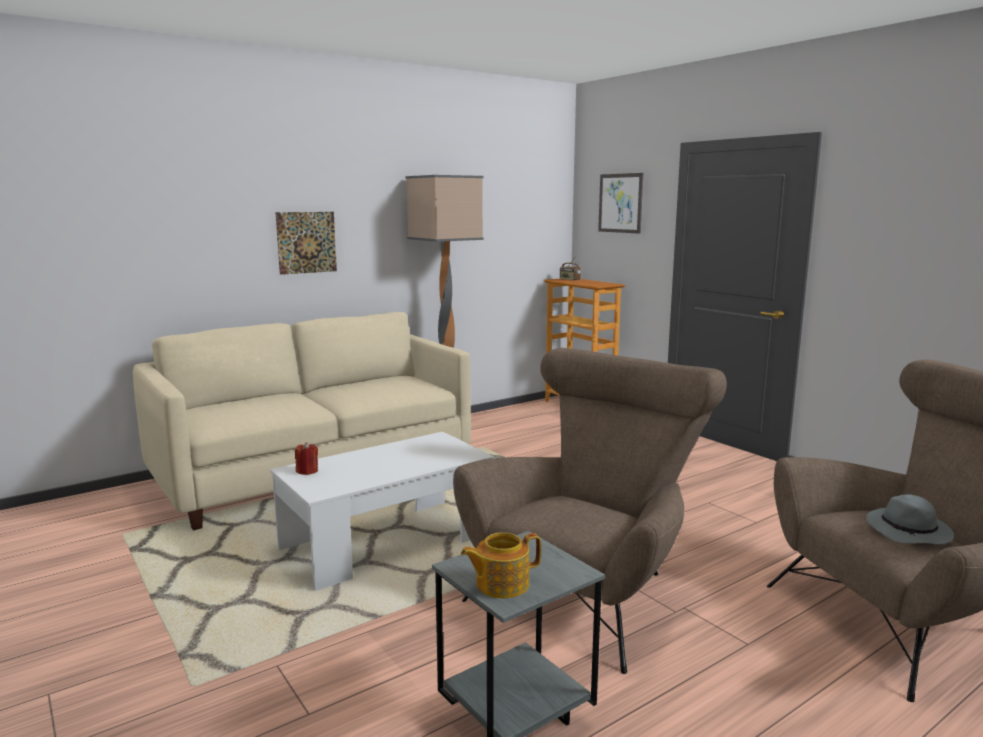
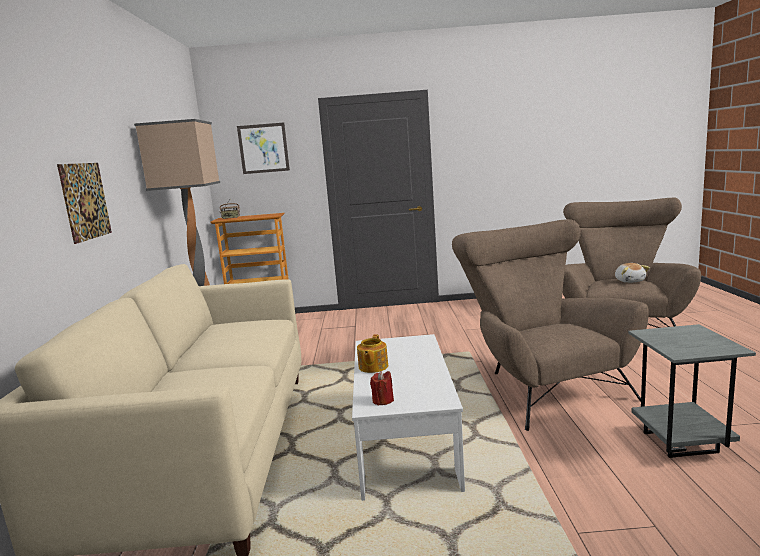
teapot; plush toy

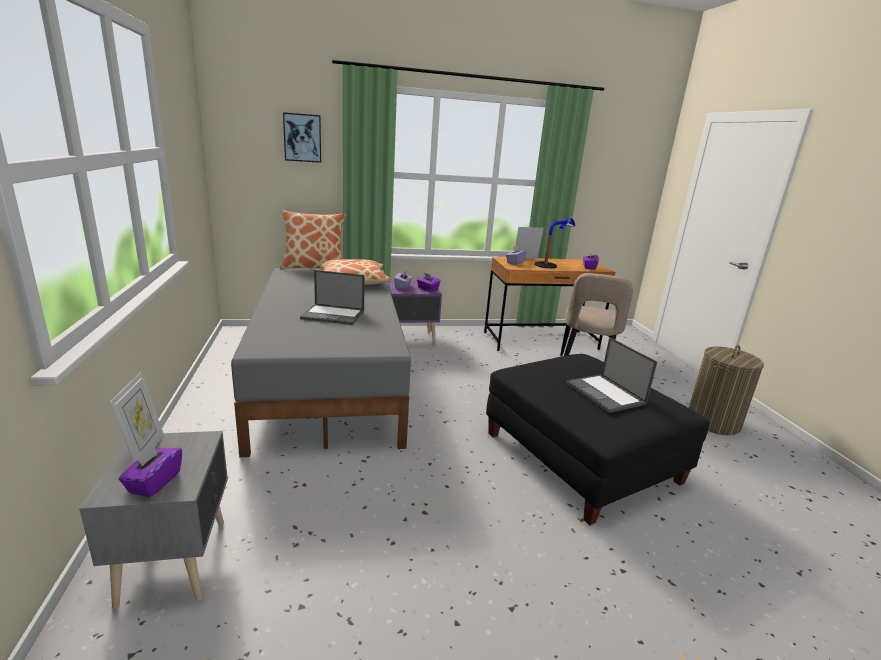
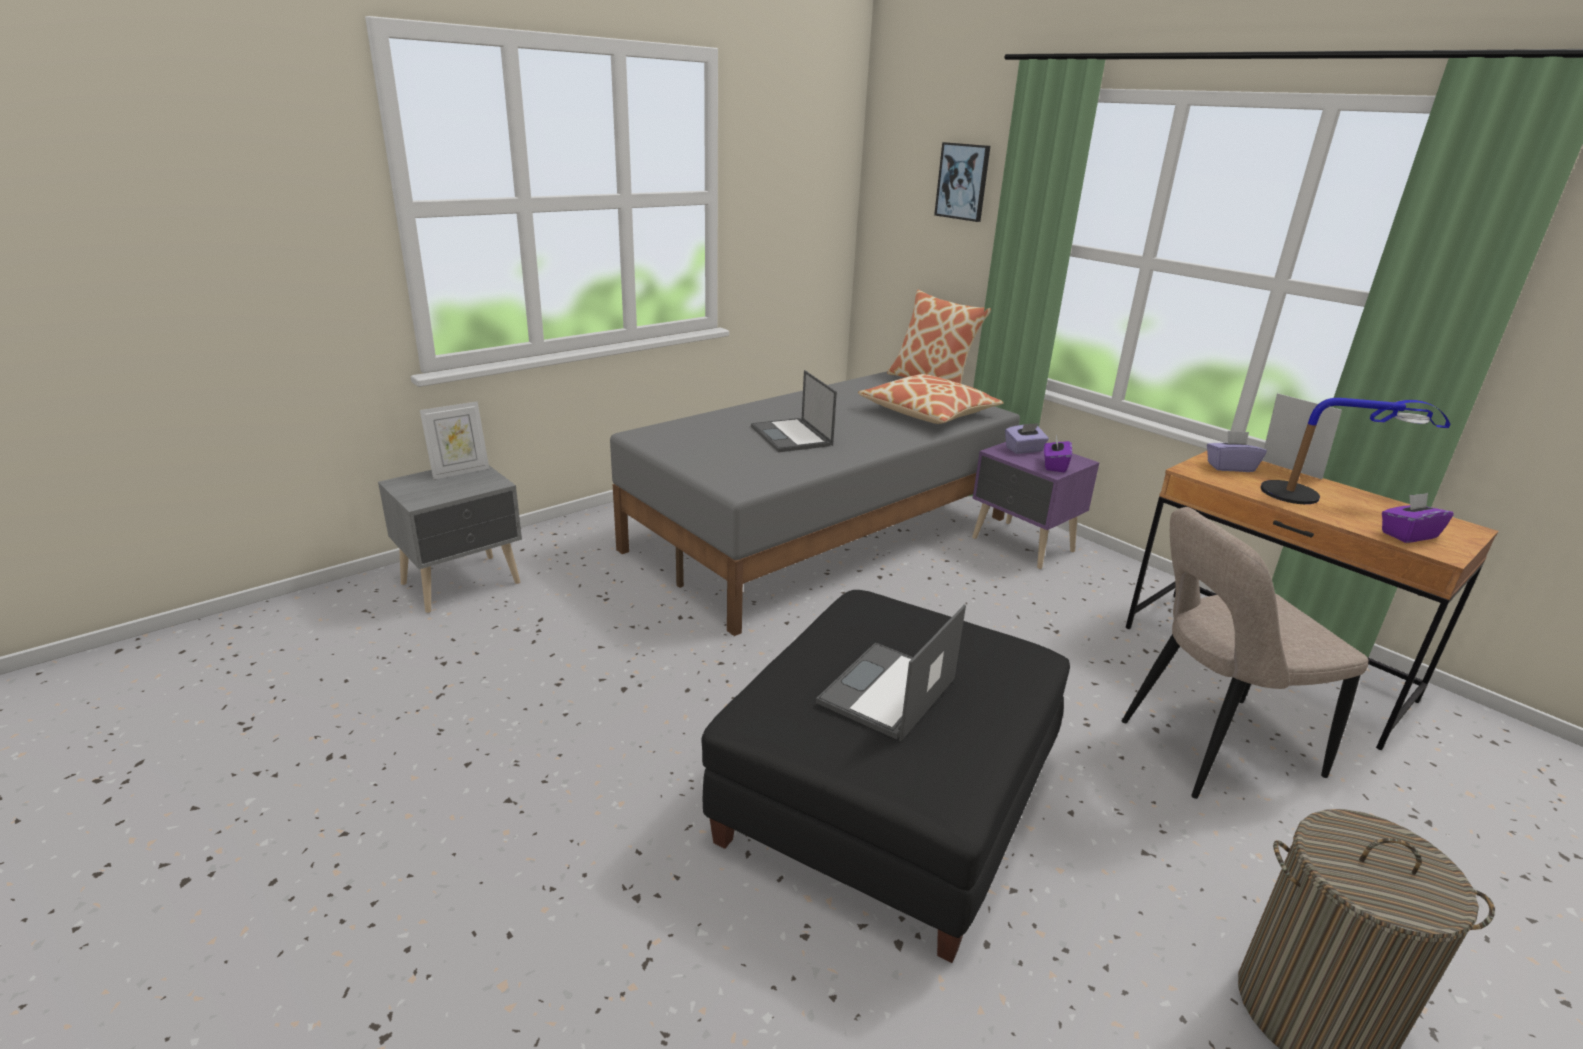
tissue box (purple) (no. 1 from left in the first image)

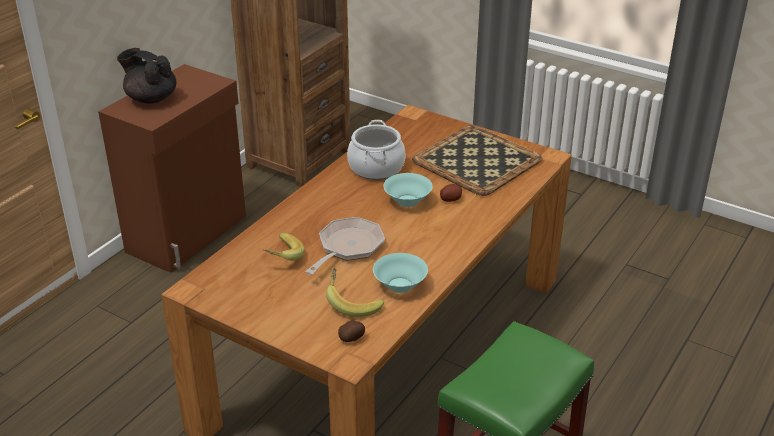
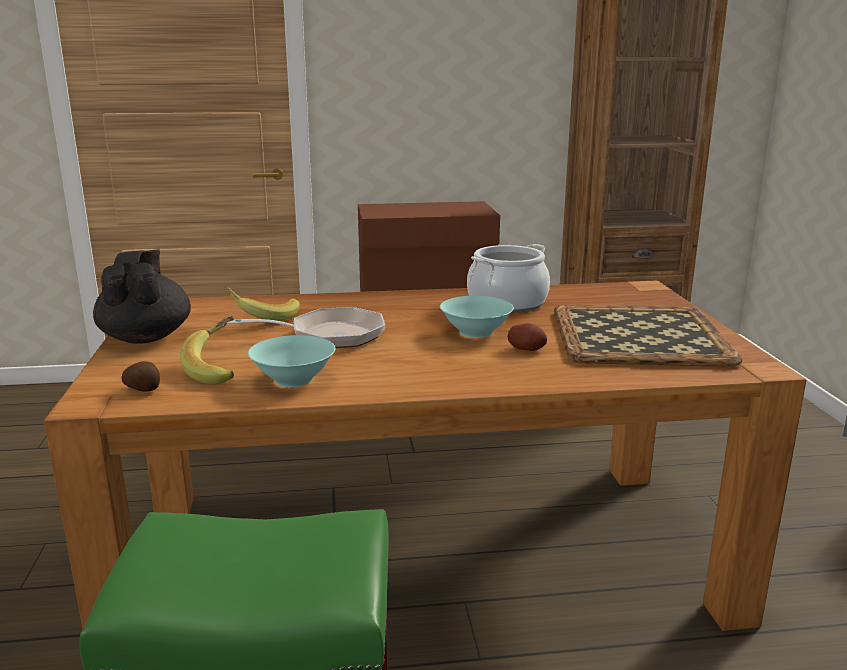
teapot (black)

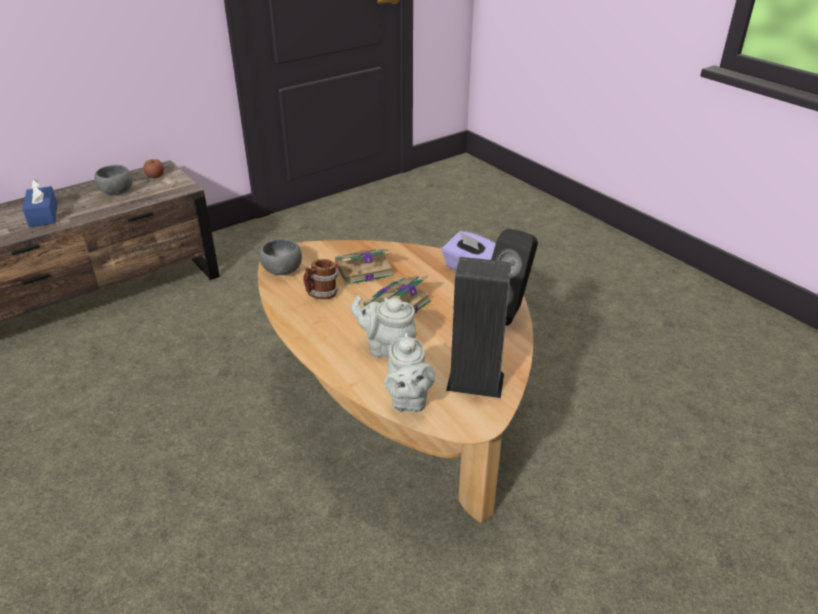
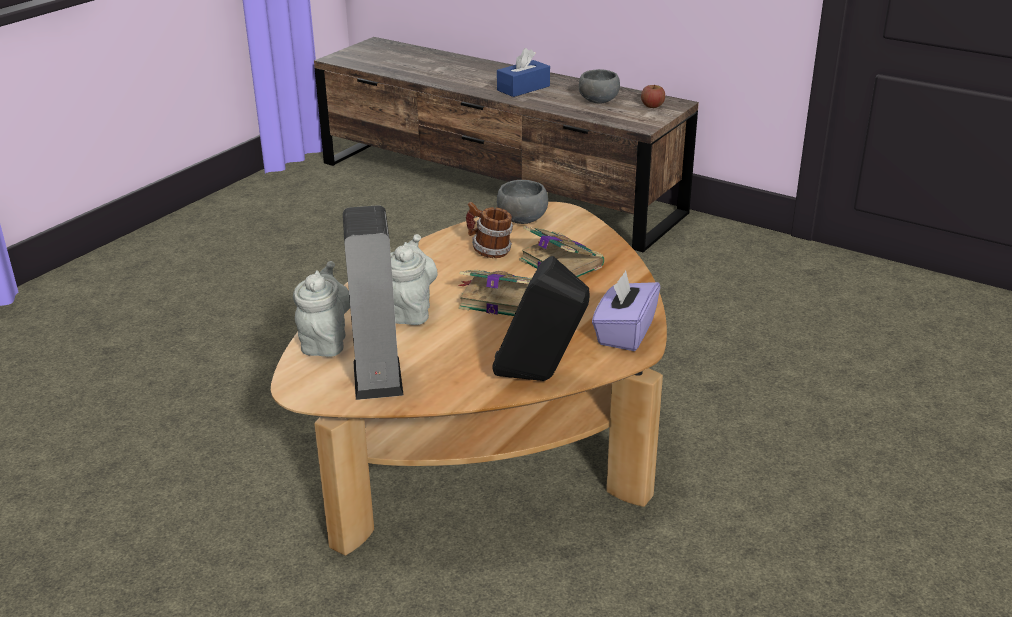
teapot (grey) (no. 1 from left)

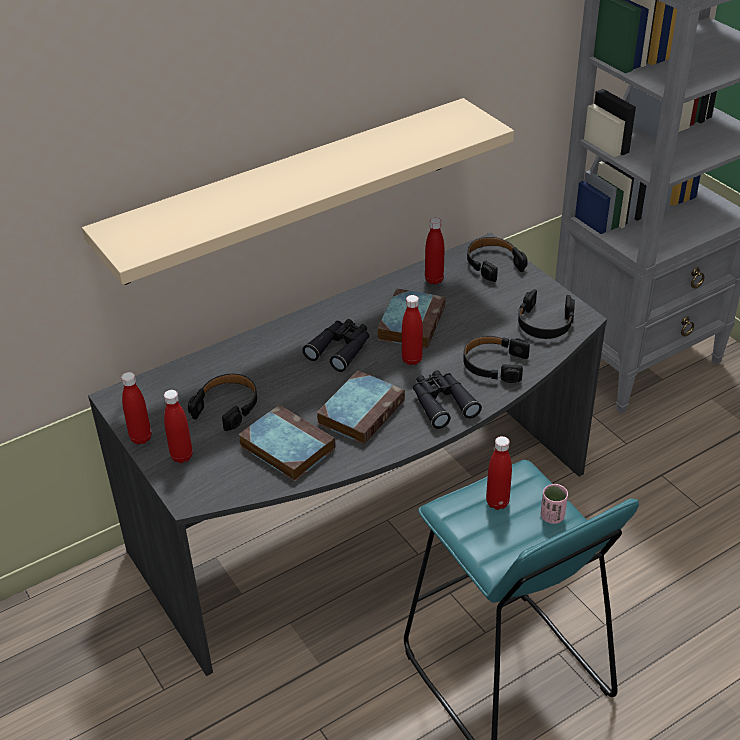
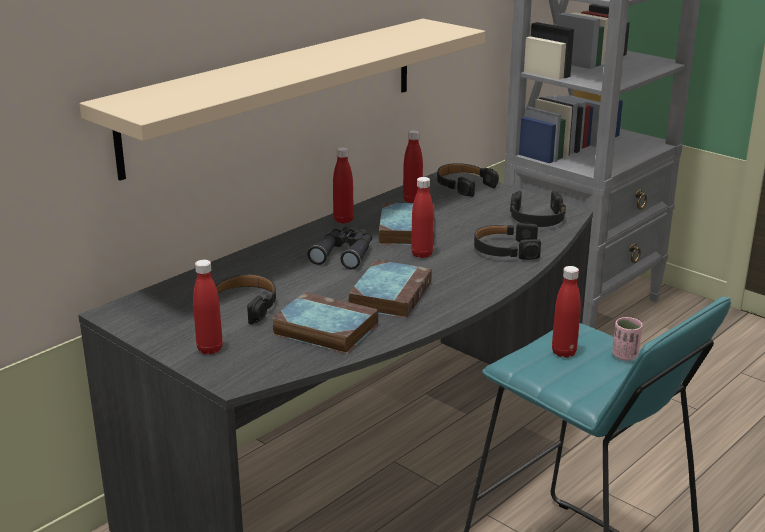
bottle (red) (no. 2 from left); binoculars (black) (no. 2 from left in the first image)

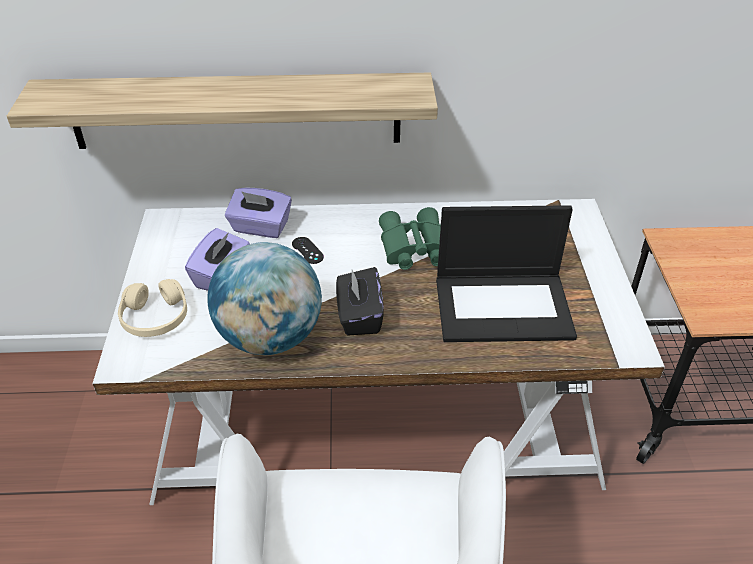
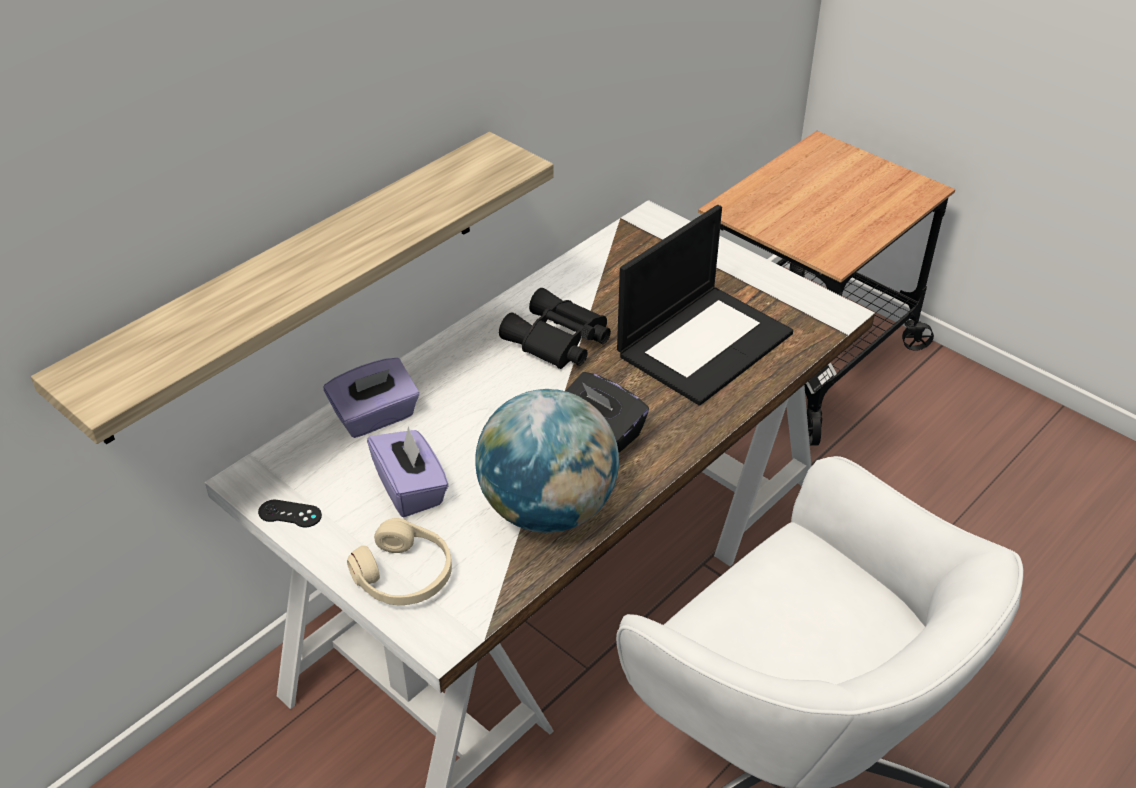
game controller (black); binoculars (black)

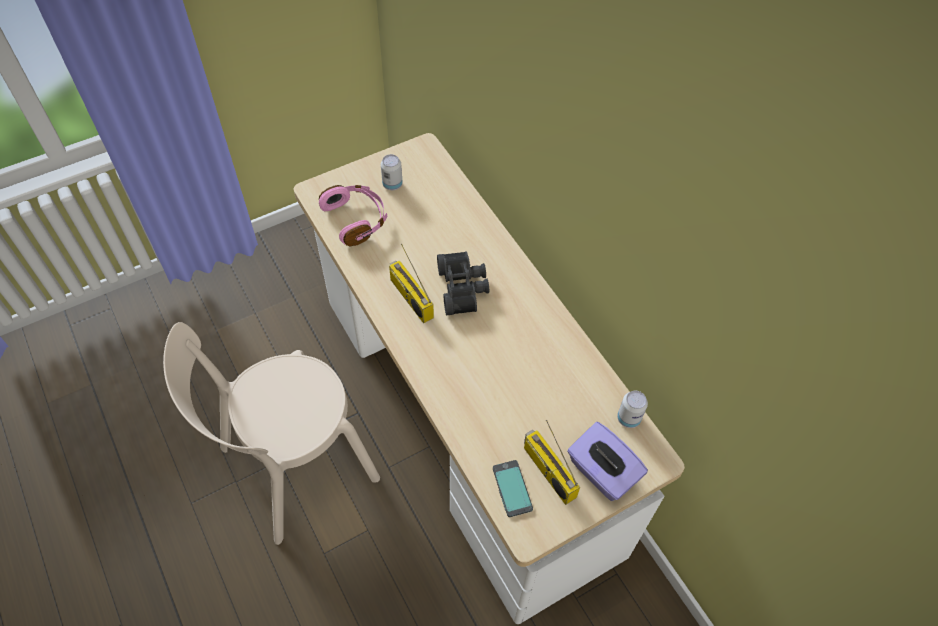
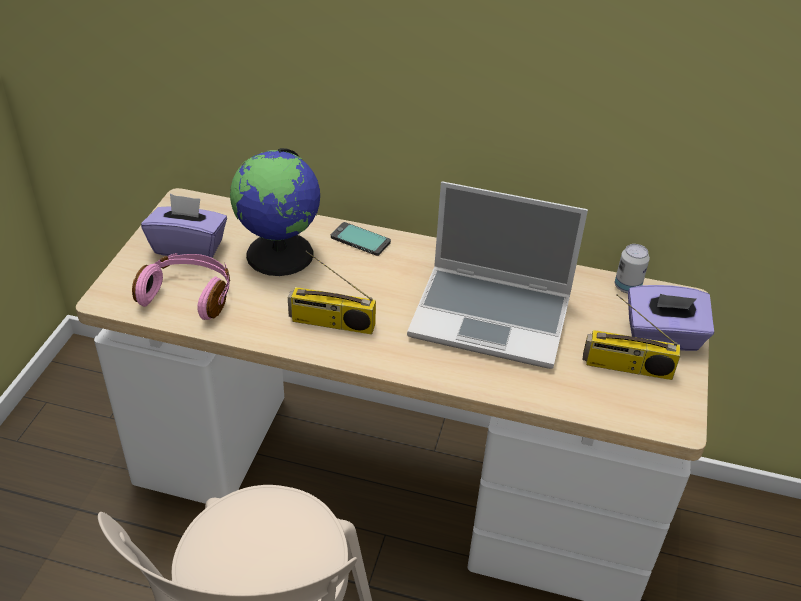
tissue box (purple) (no. 1 from left); globe; phone; laptop; binoculars (black)

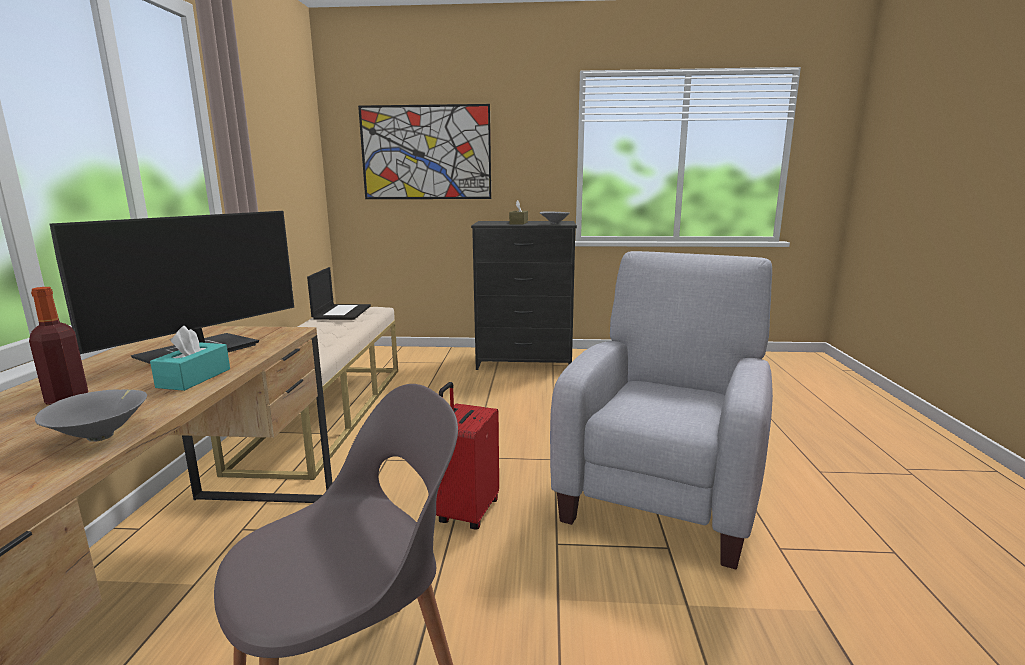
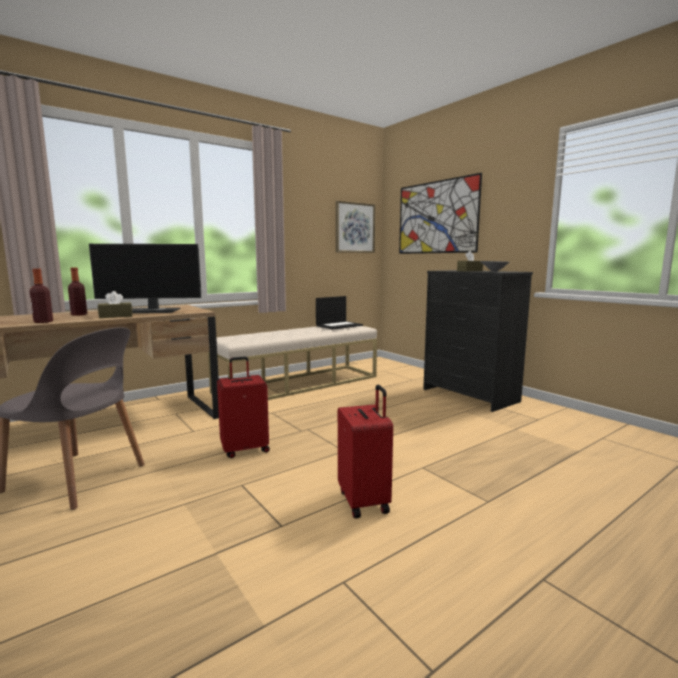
bottle (no. 1 from left); tissue box (brown) (no. 1 from left); picture (no. 1 from left); suitcase (red) (no. 2 from left)

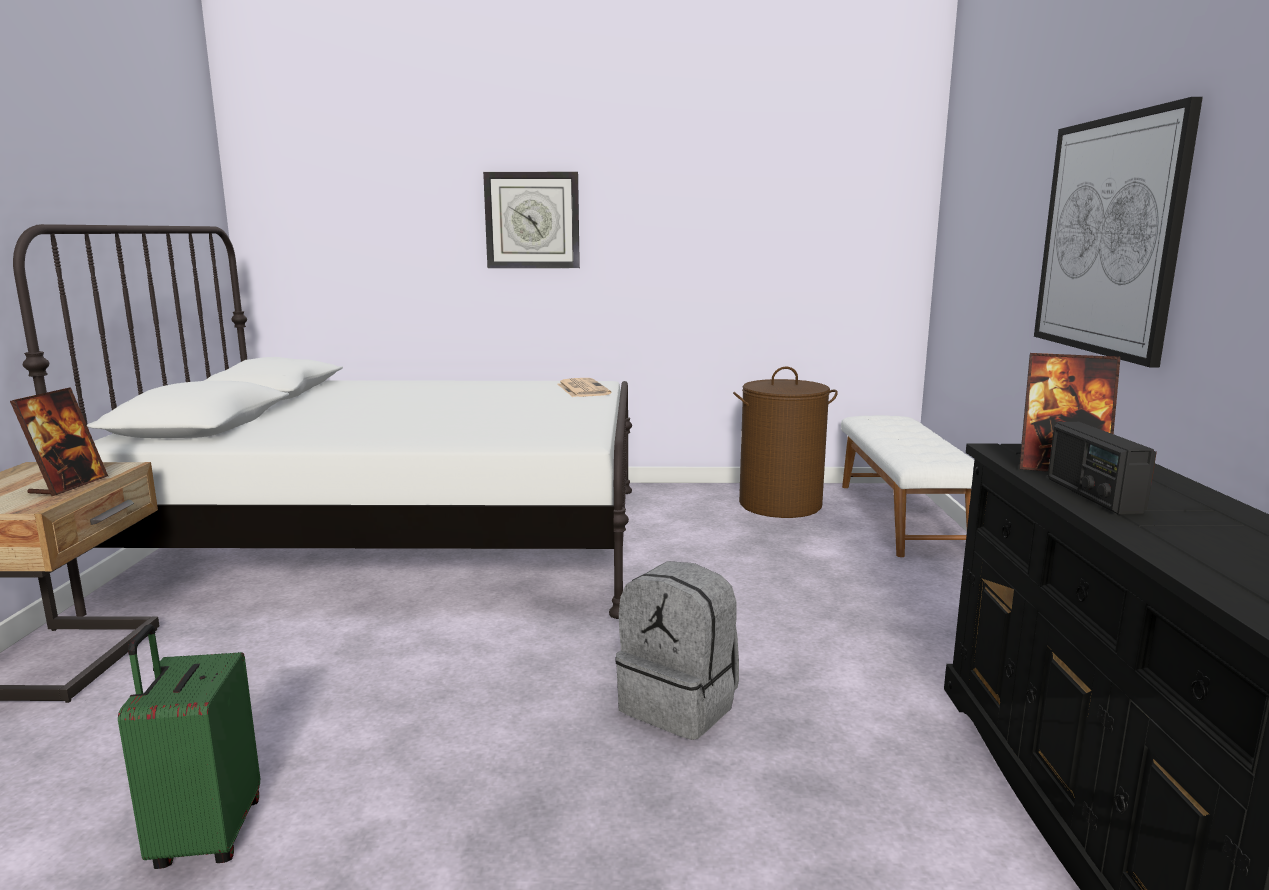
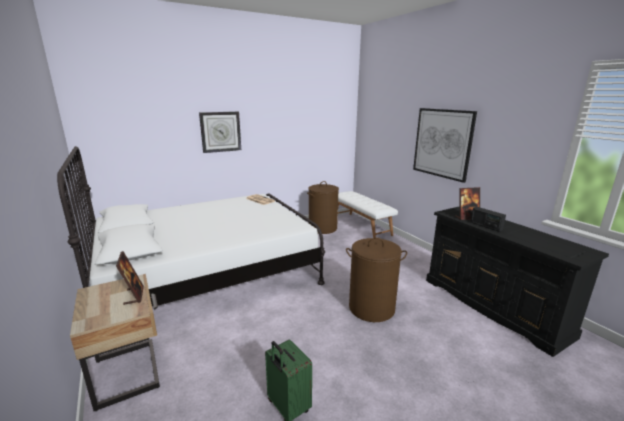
laundry basket (brown) (no. 2 from left)

